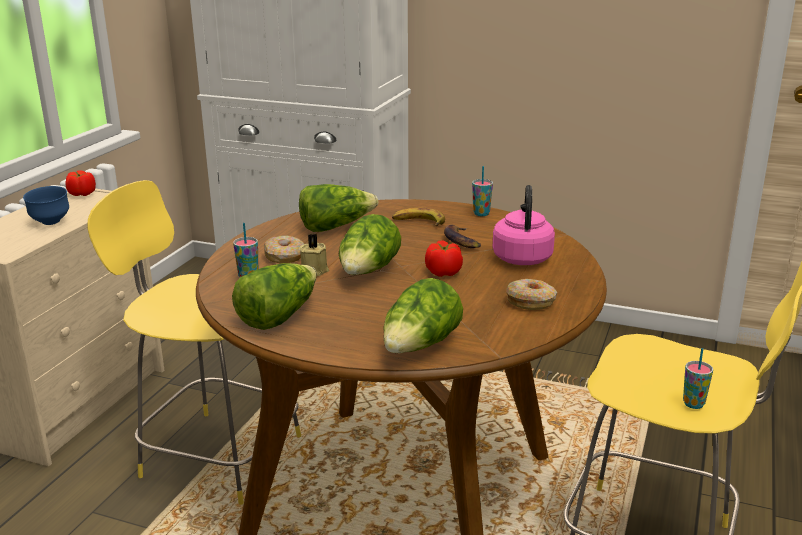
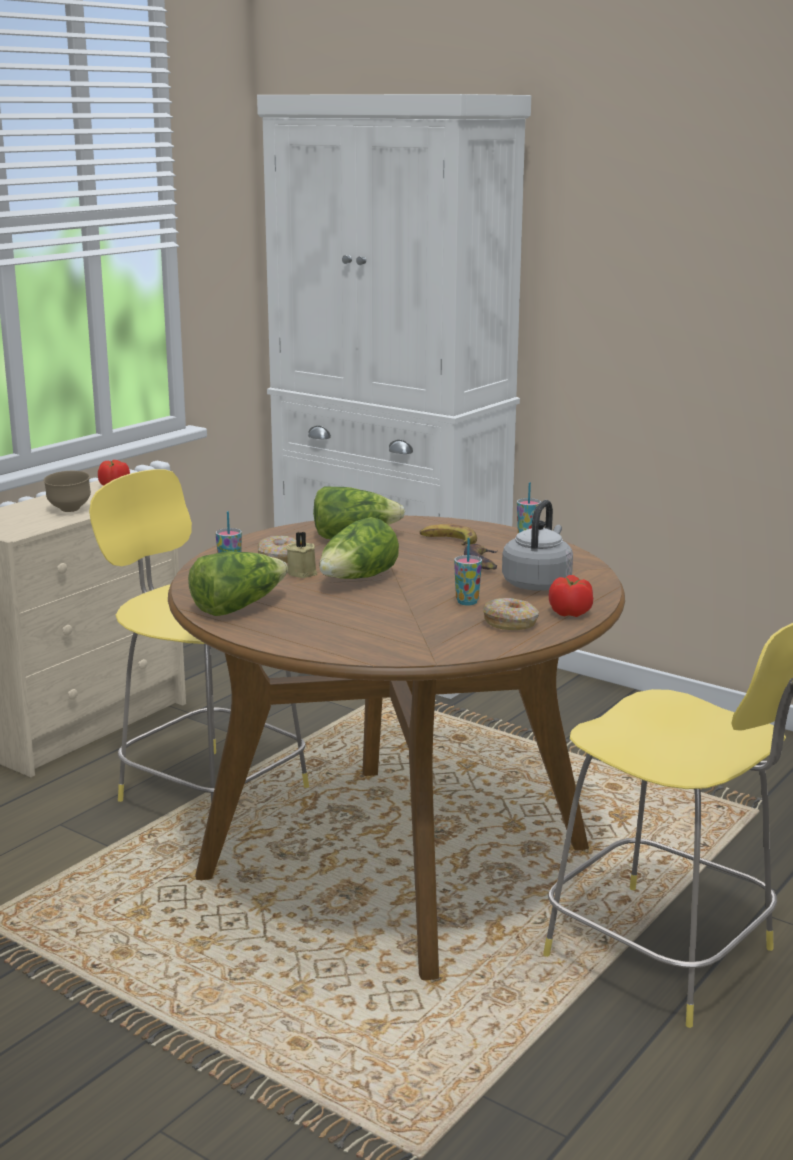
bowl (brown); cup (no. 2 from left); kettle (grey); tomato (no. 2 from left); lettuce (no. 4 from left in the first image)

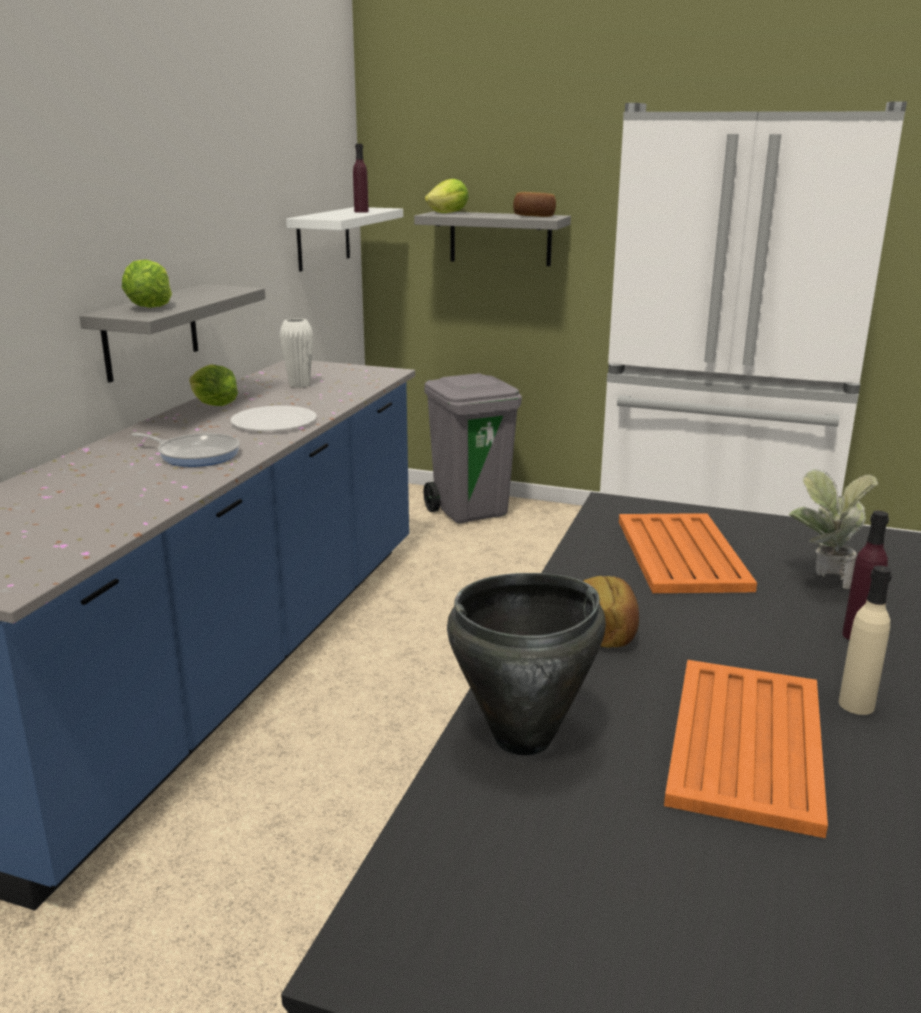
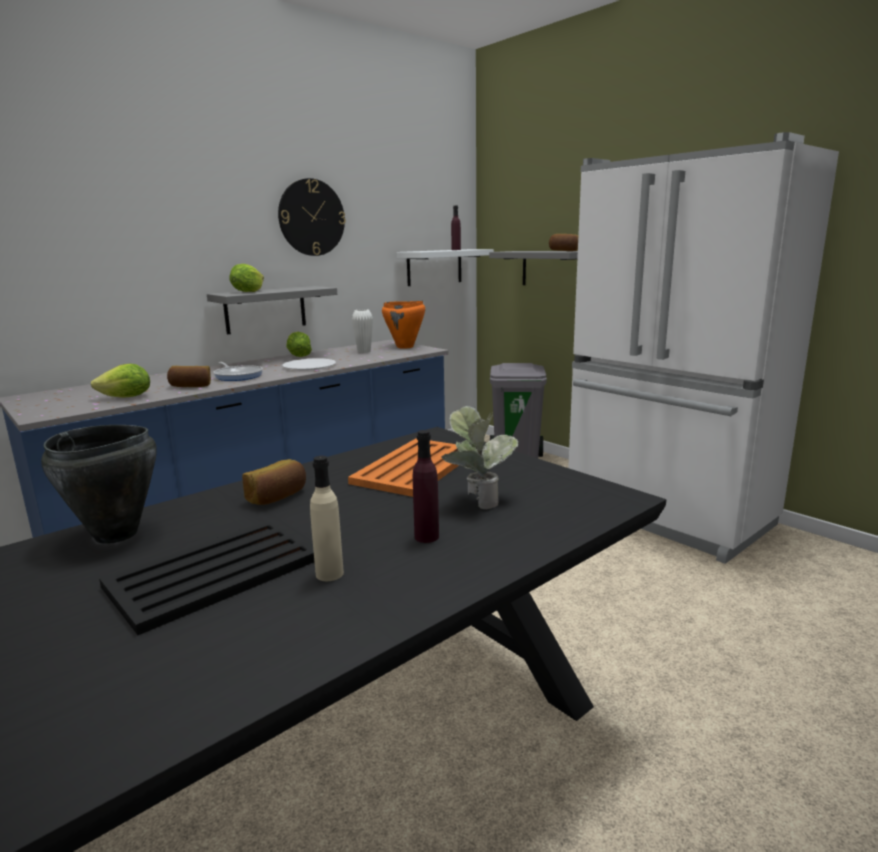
lettuce (no. 1 from left); tray (black); bread (no. 1 from left); wall clock; cooking pot (orange)

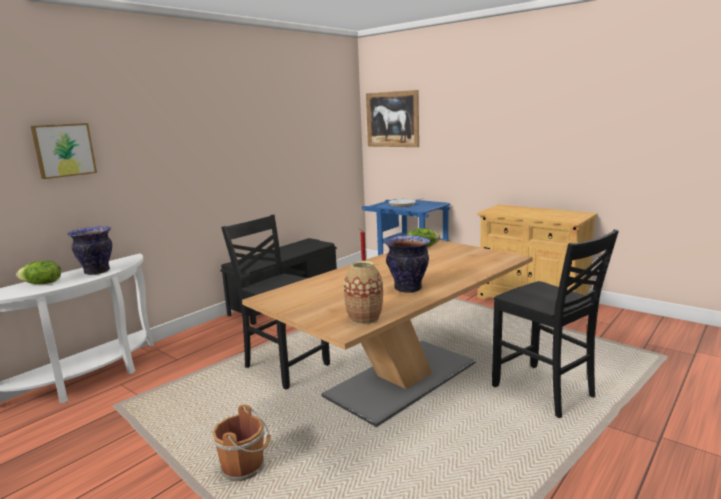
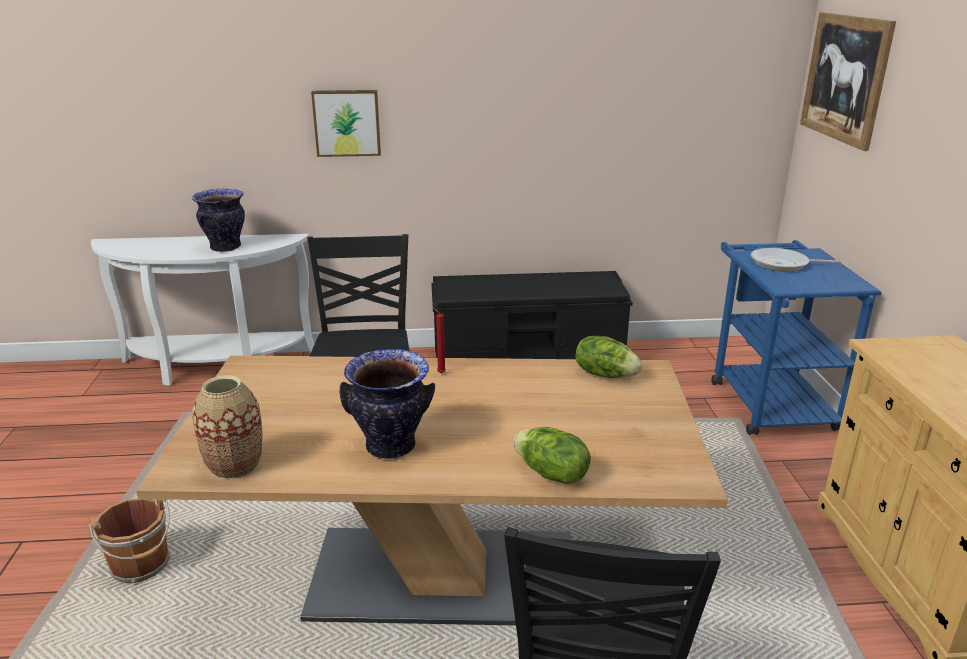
picture (no. 1 from left); lettuce (no. 1 from left)

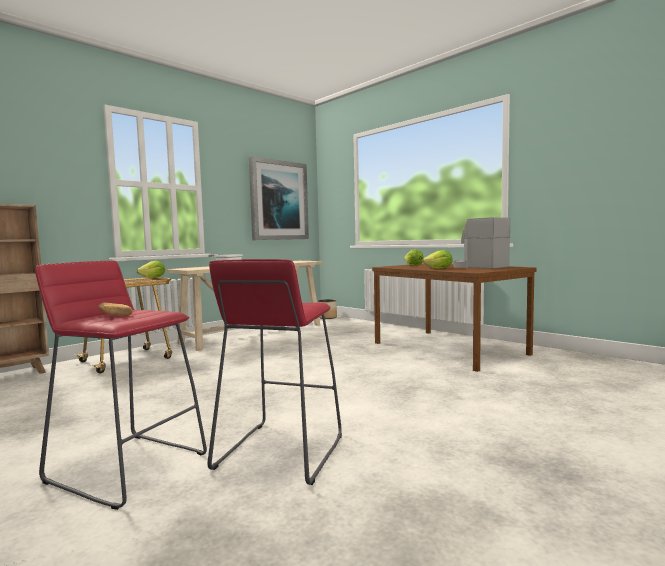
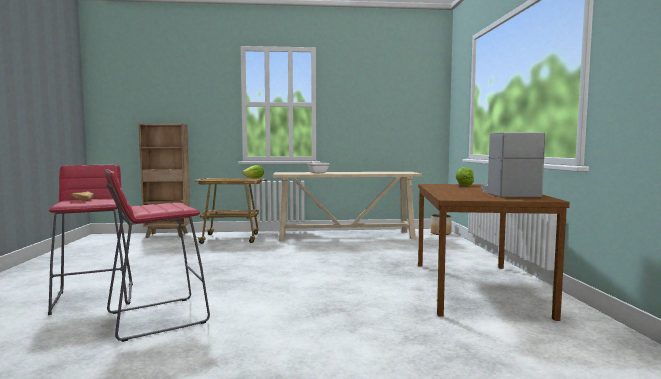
picture; lettuce (no. 3 from left in the first image)

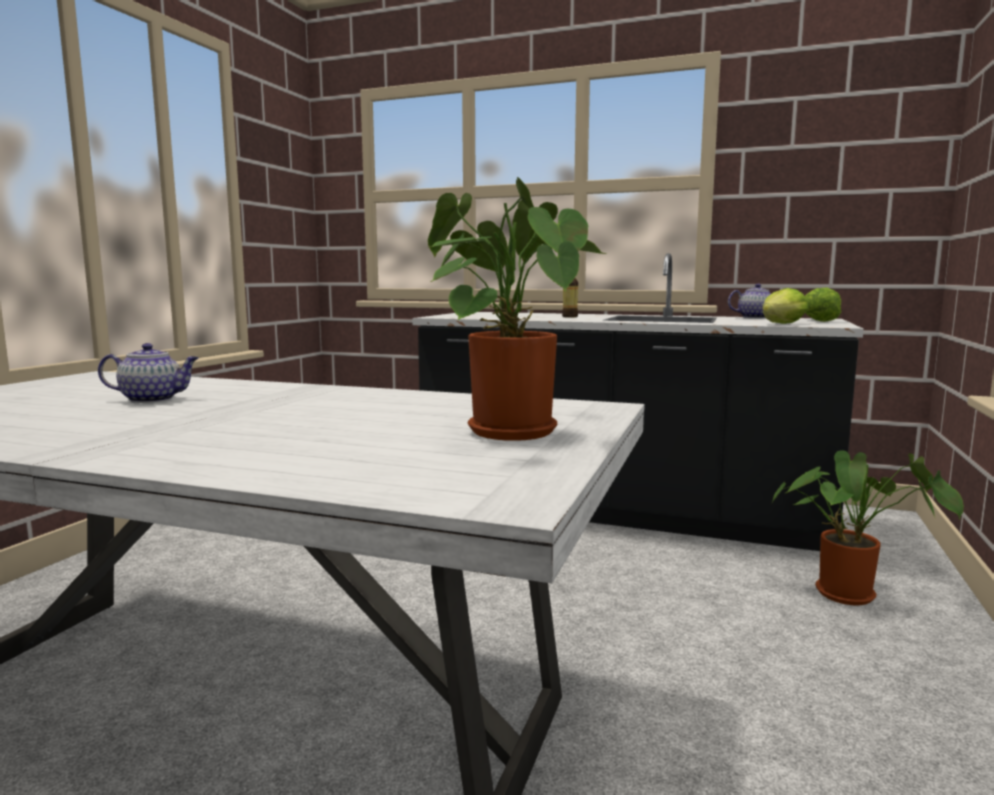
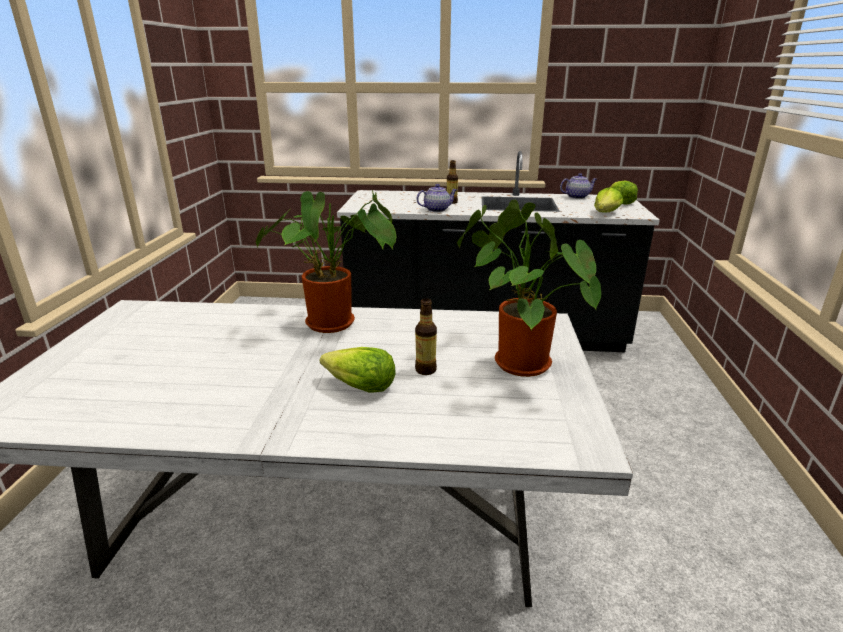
potted plant (no. 1 from left); lettuce (no. 1 from left); bottle (no. 1 from left); teapot (no. 1 from left)

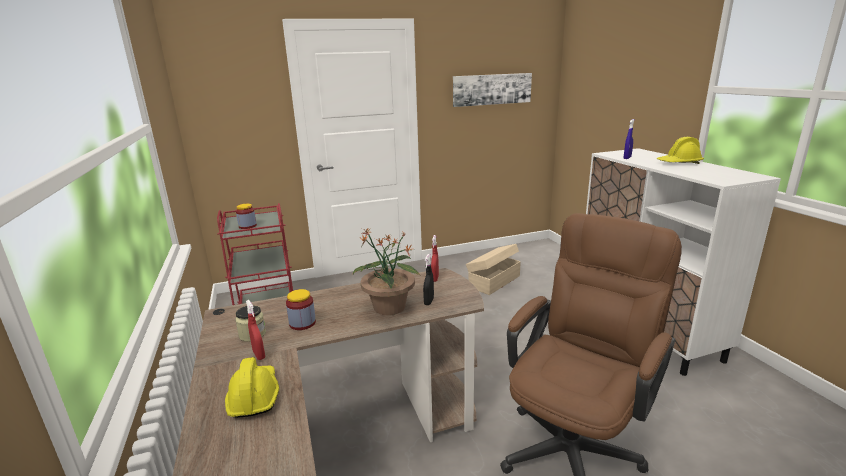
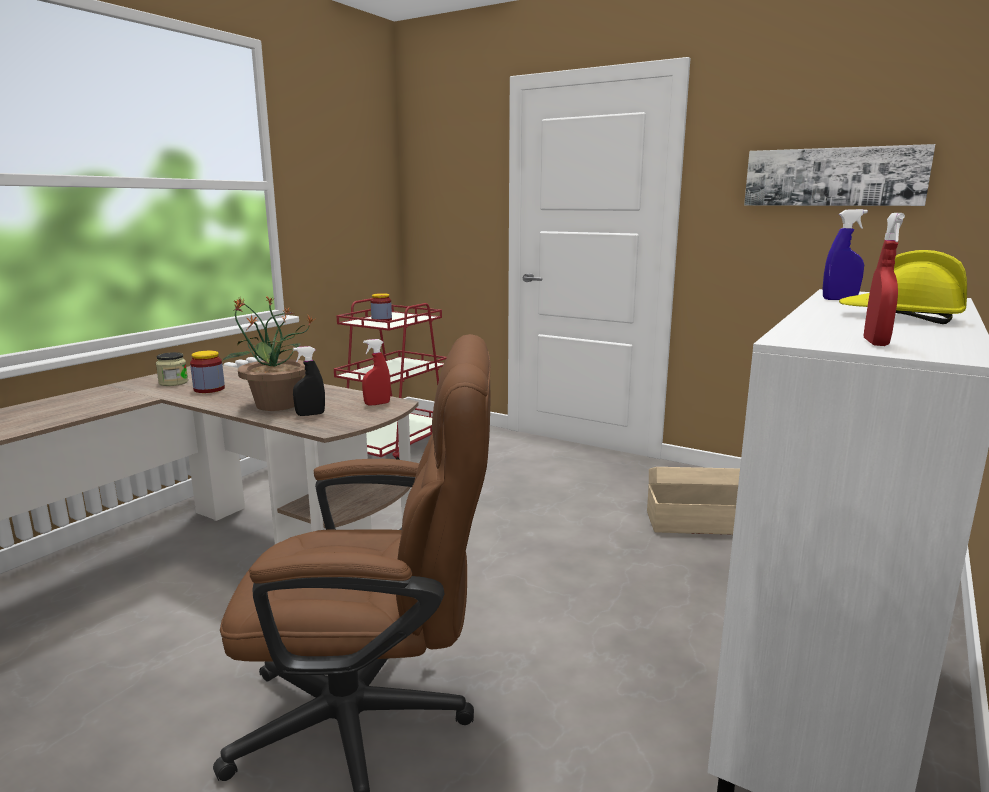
spray bottle (red) (no. 2 from left); hard hat (yellow) (no. 1 from left in the first image)

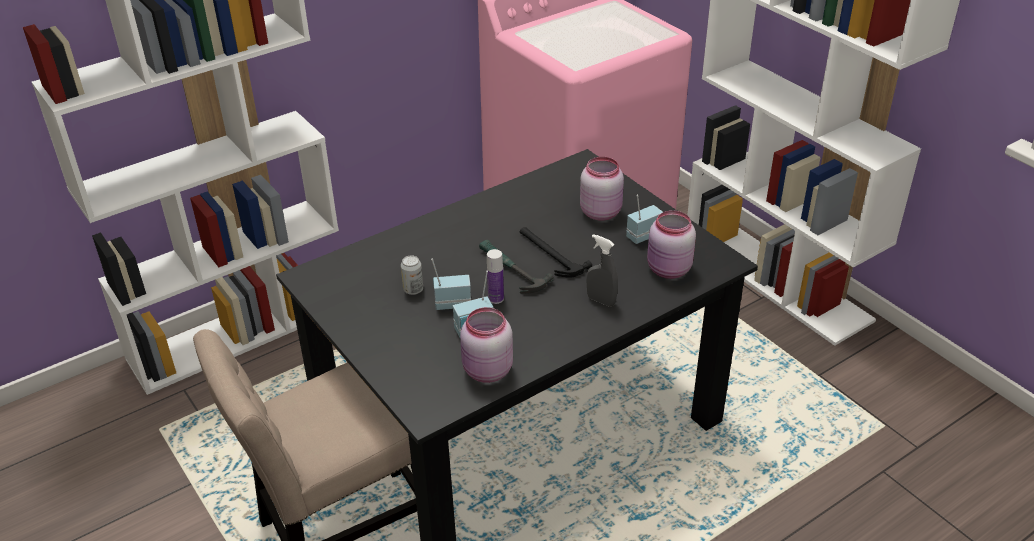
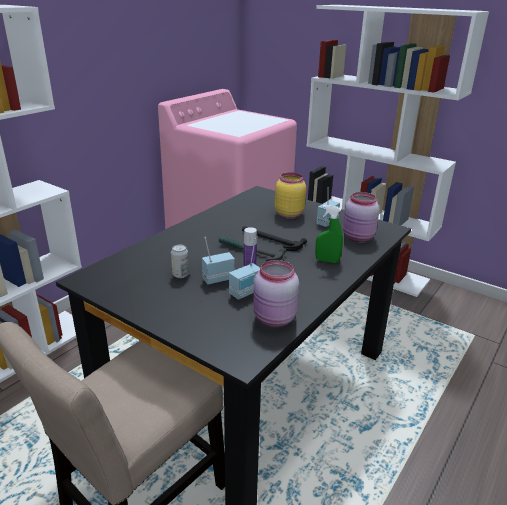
jar (yellow); spray bottle (green)

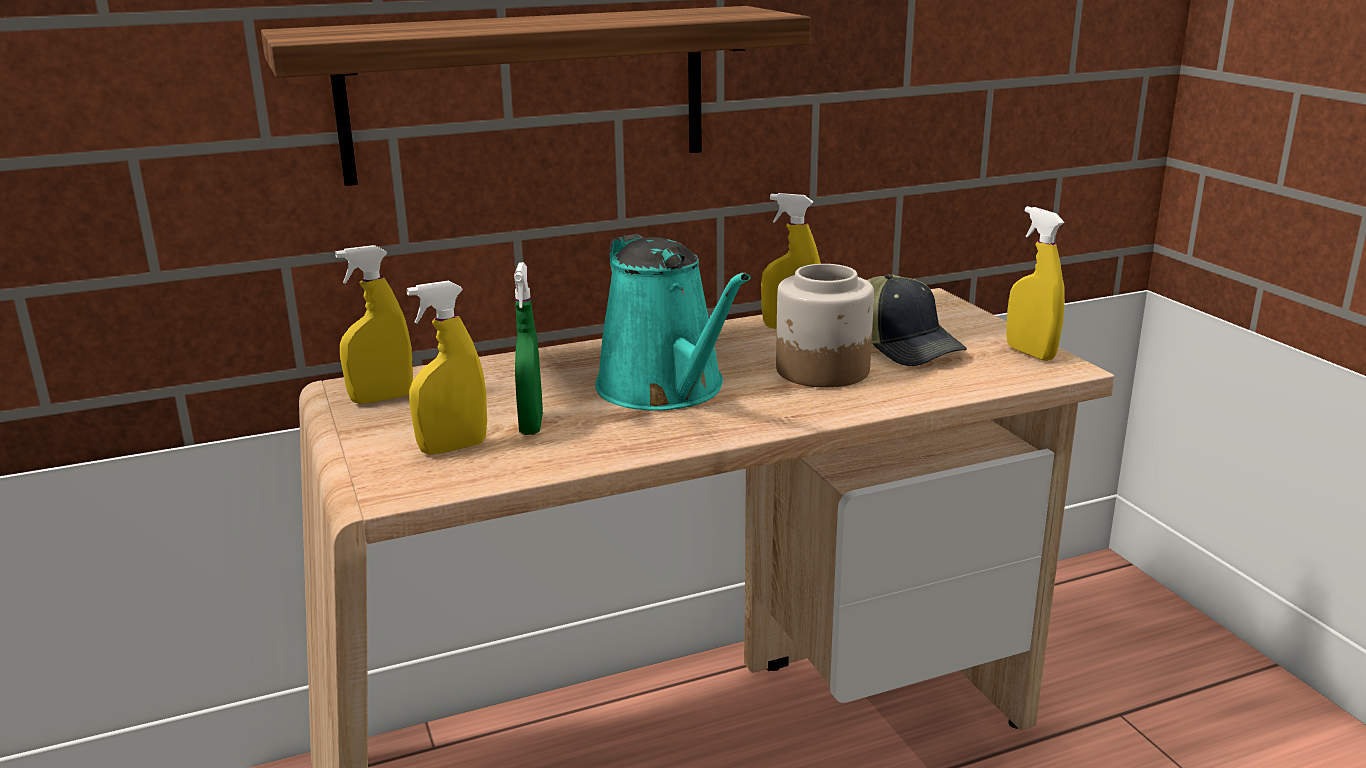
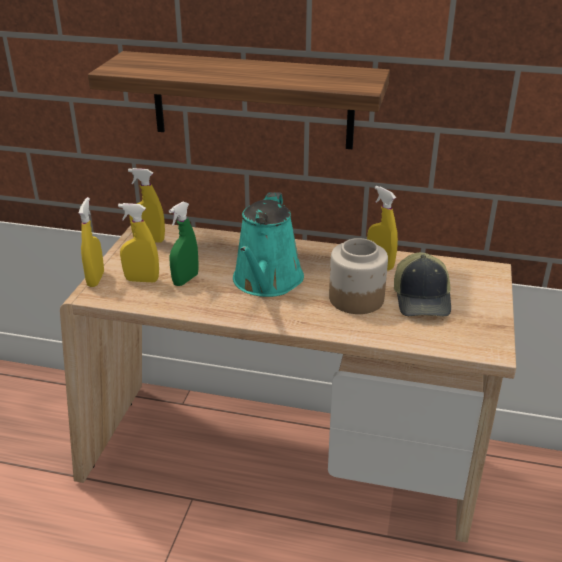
spray bottle (yellow) (no. 1 from left)

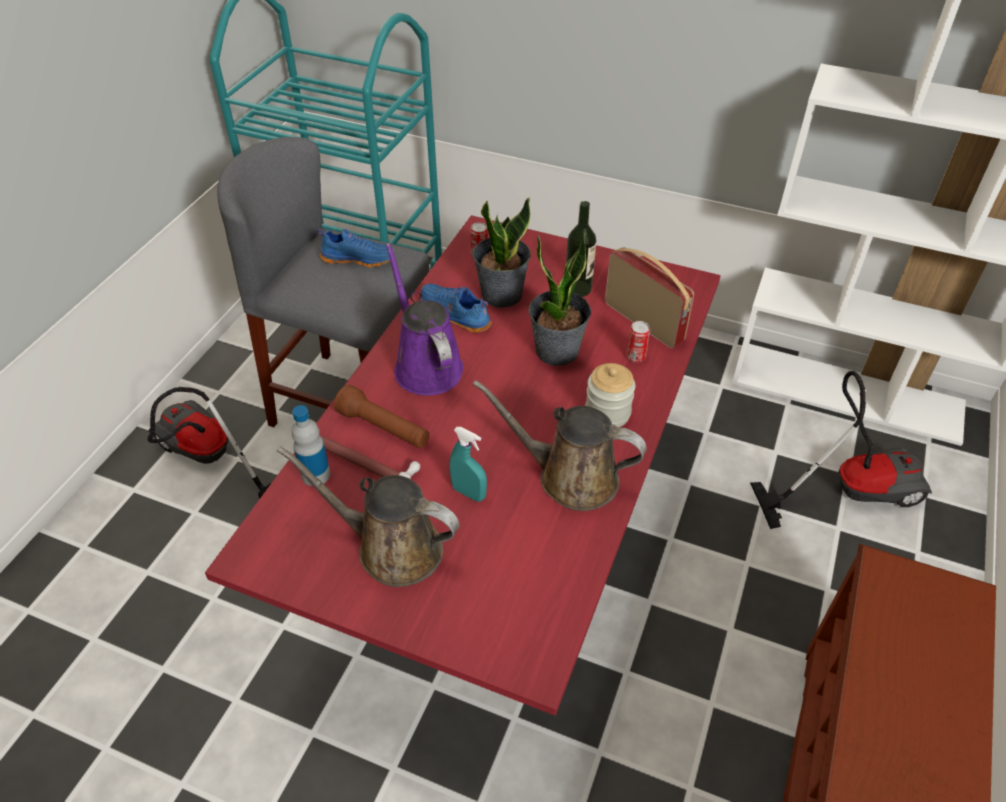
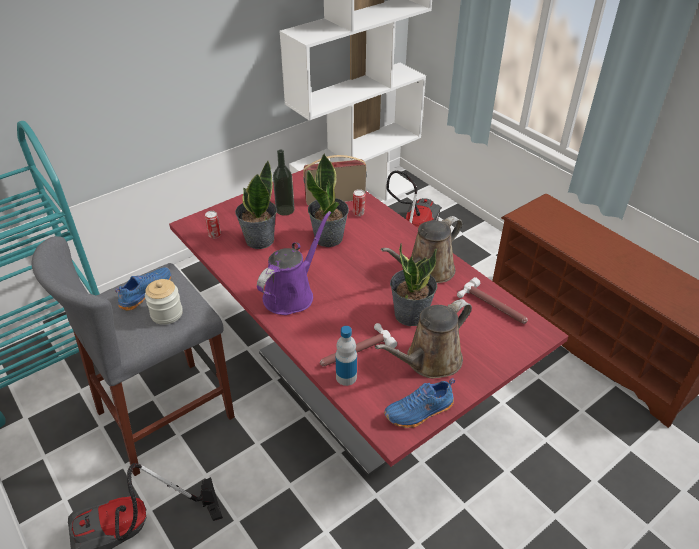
jar; watering can (purple); shoe (blue) (no. 2 from left); potted plant (no. 3 from left); hammer (no. 2 from left); flashlight (brown)

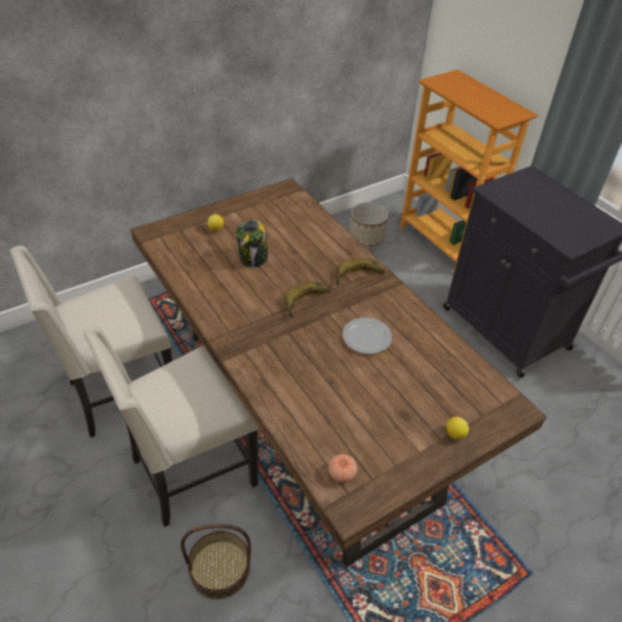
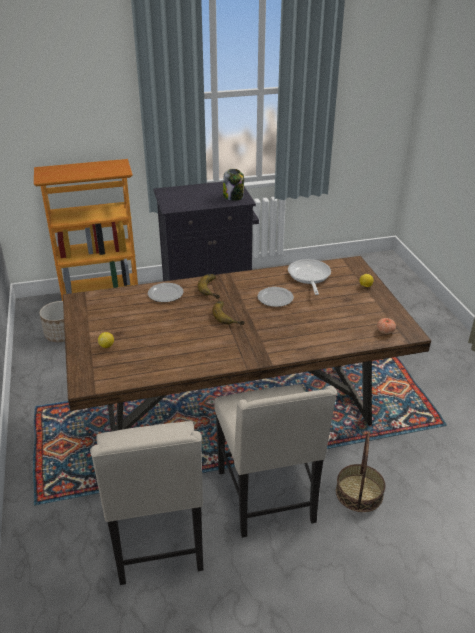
plate (no. 1 from left); jar; frying pan

